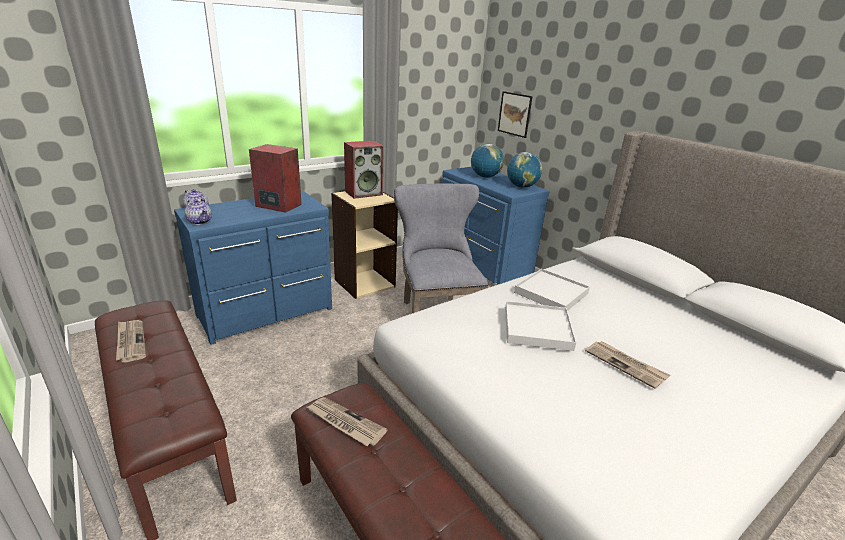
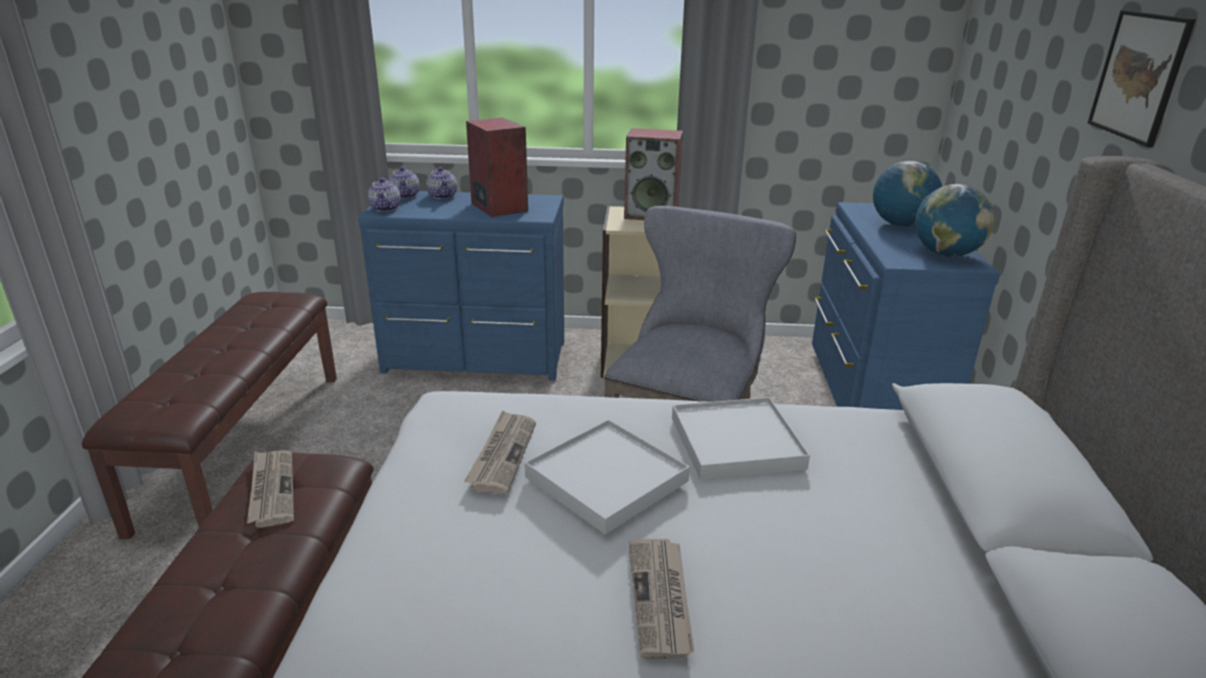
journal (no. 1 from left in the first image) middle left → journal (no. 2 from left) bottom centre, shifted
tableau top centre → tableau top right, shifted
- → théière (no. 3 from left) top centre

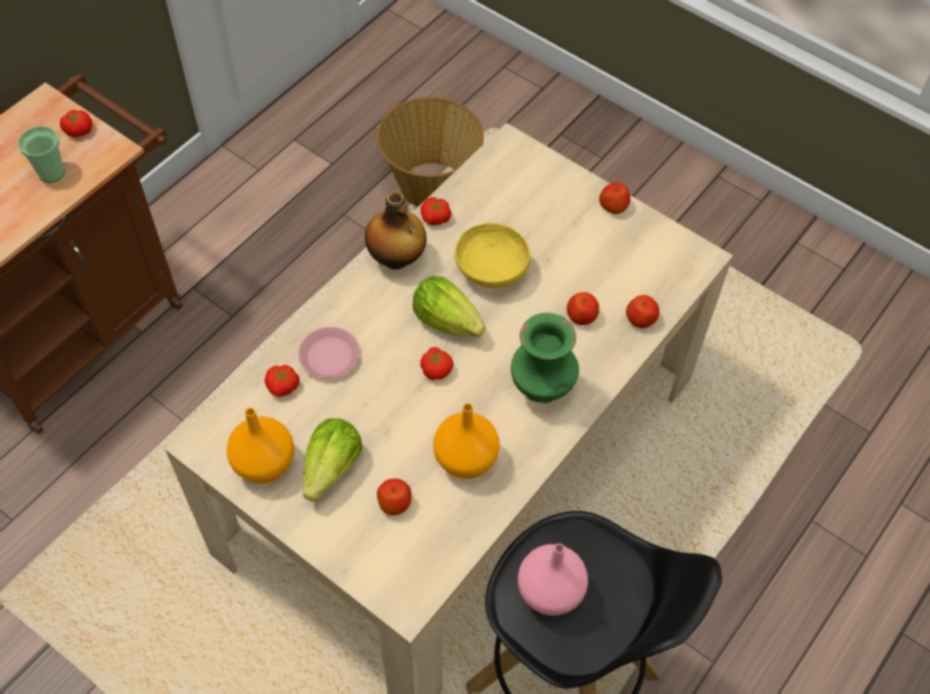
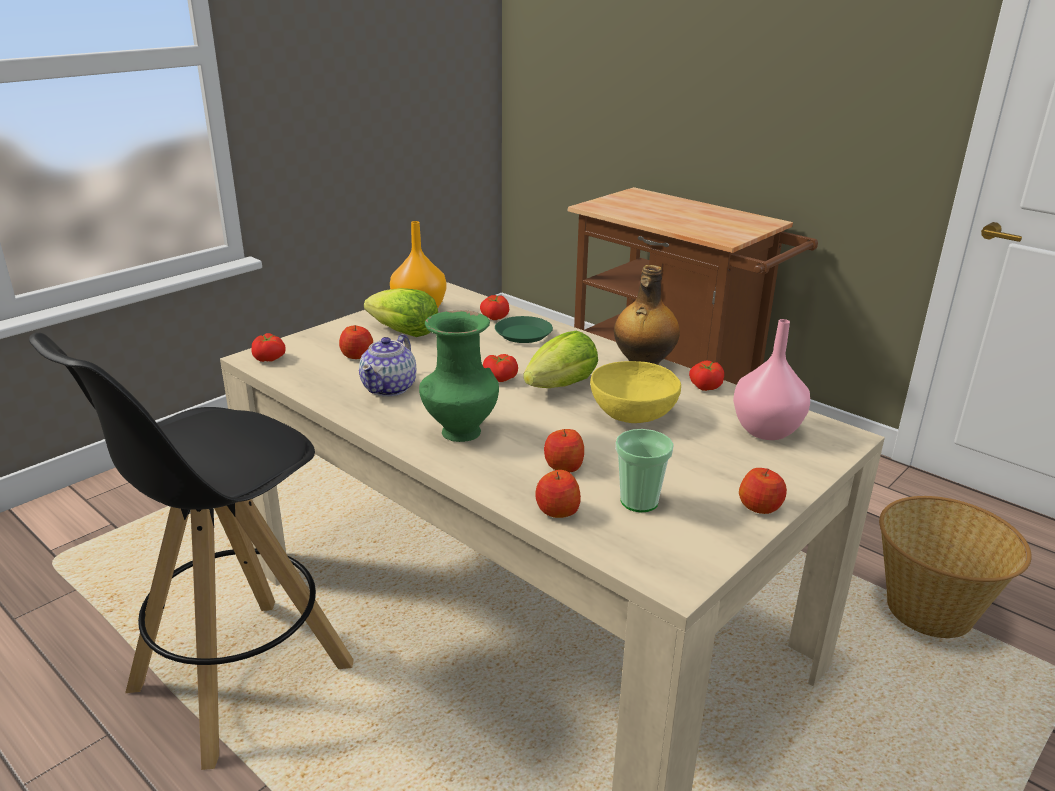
tasse top left → tasse centre, shifted
tomate (no. 1 from left) top left → tomate (no. 1 from left) middle left, shifted
assiette/rose centre → assiette/vert centre
vase/orange (no. 2 from left) centre → théière centre
vase/rose bottom centre → vase/rose middle right, shifted

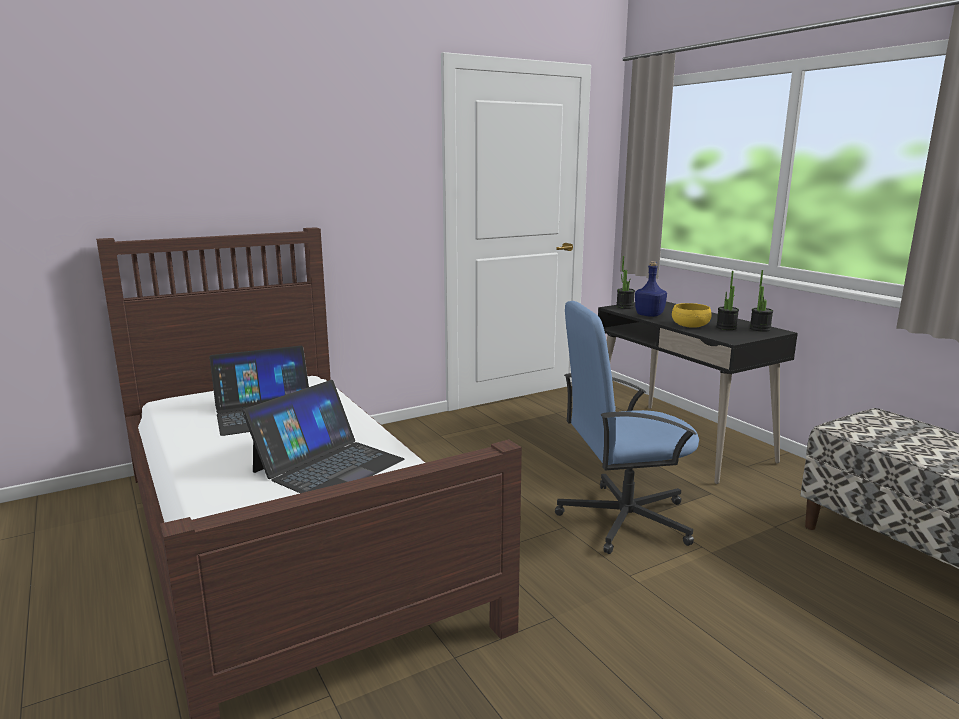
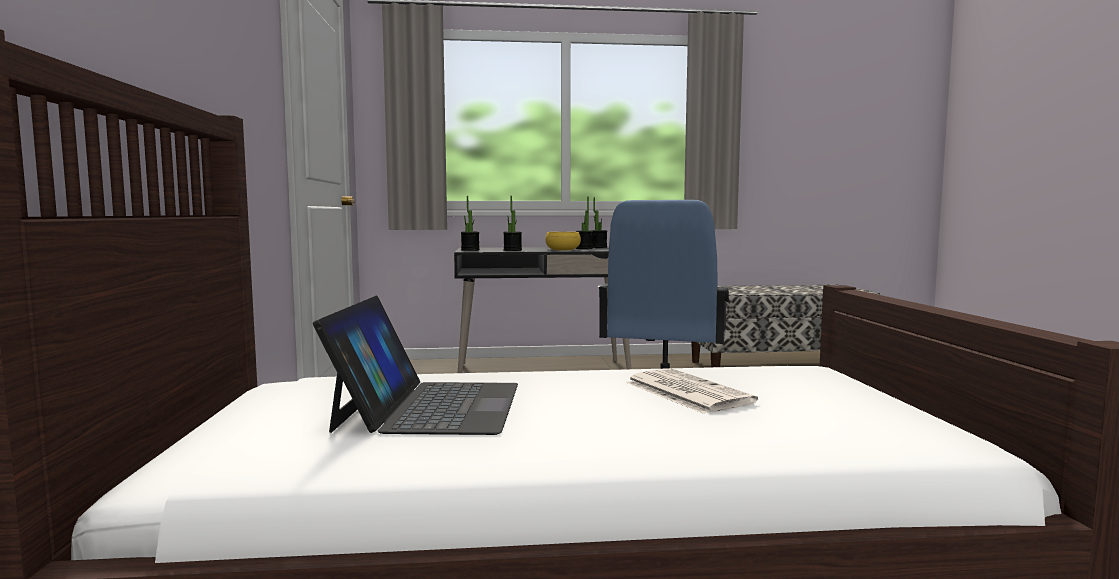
ordinateur portable (no. 2 from left) centre → journal bottom centre
bouteille/bleu middle right → plante en pot (no. 2 from left) centre

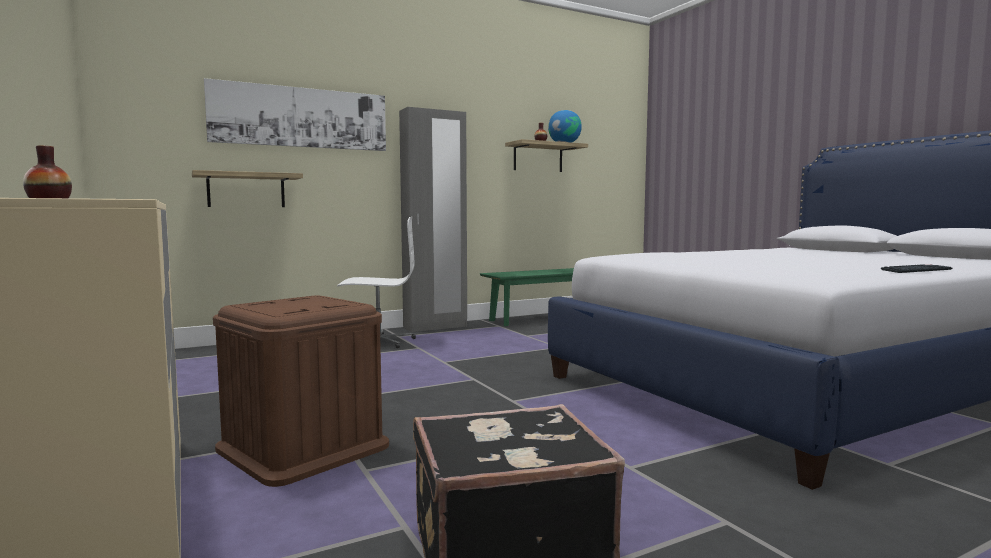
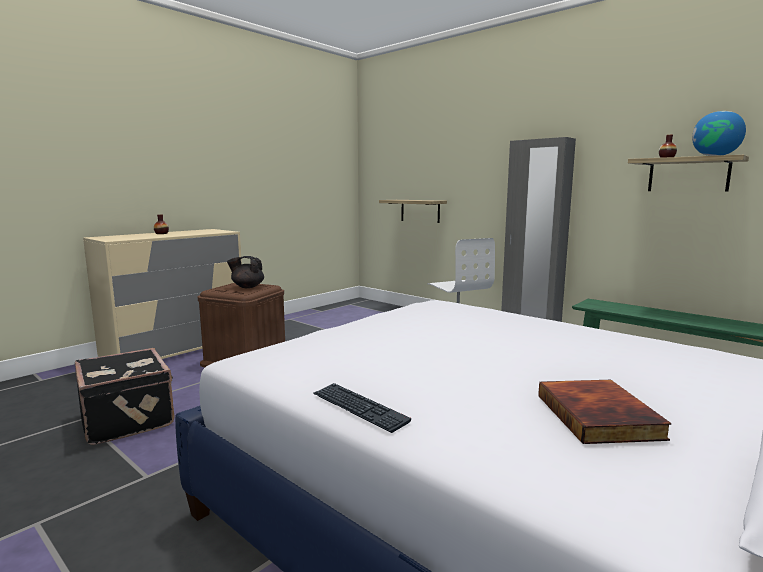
tableau top left → -
- → théière/noir middle left
- → livre bottom right

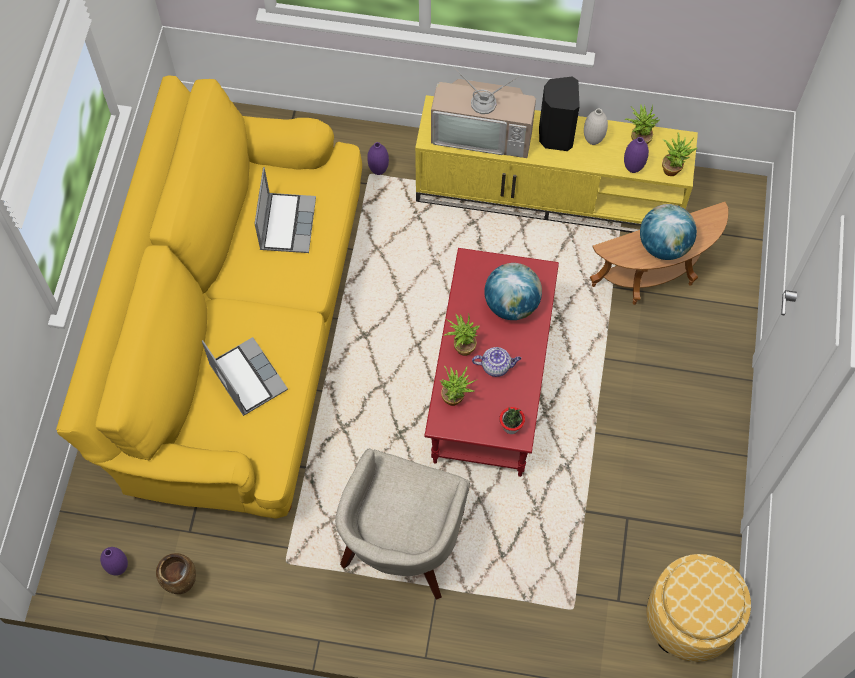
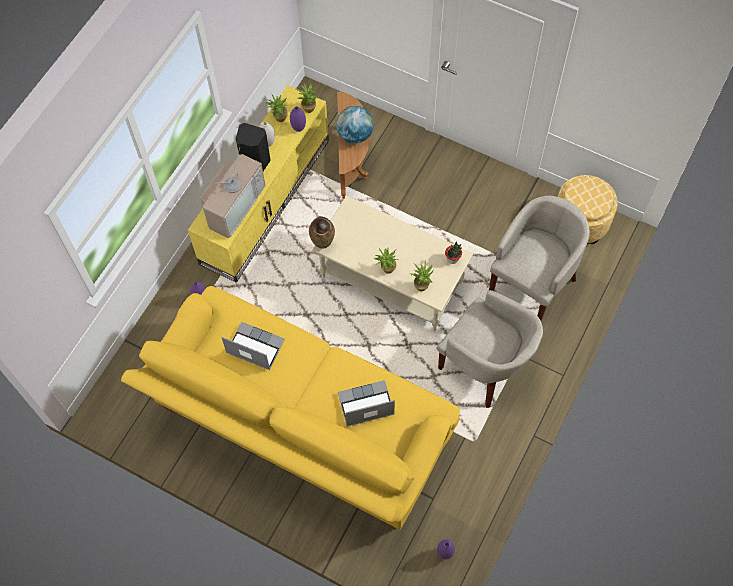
vase/marron bottom left → vase/marron centre, shifted
table basse/rouge centre → table basse/beige centre
théière centre → -
globe (no. 1 from left) centre → -
- → fauteuil/beige (no. 2 from left) middle right

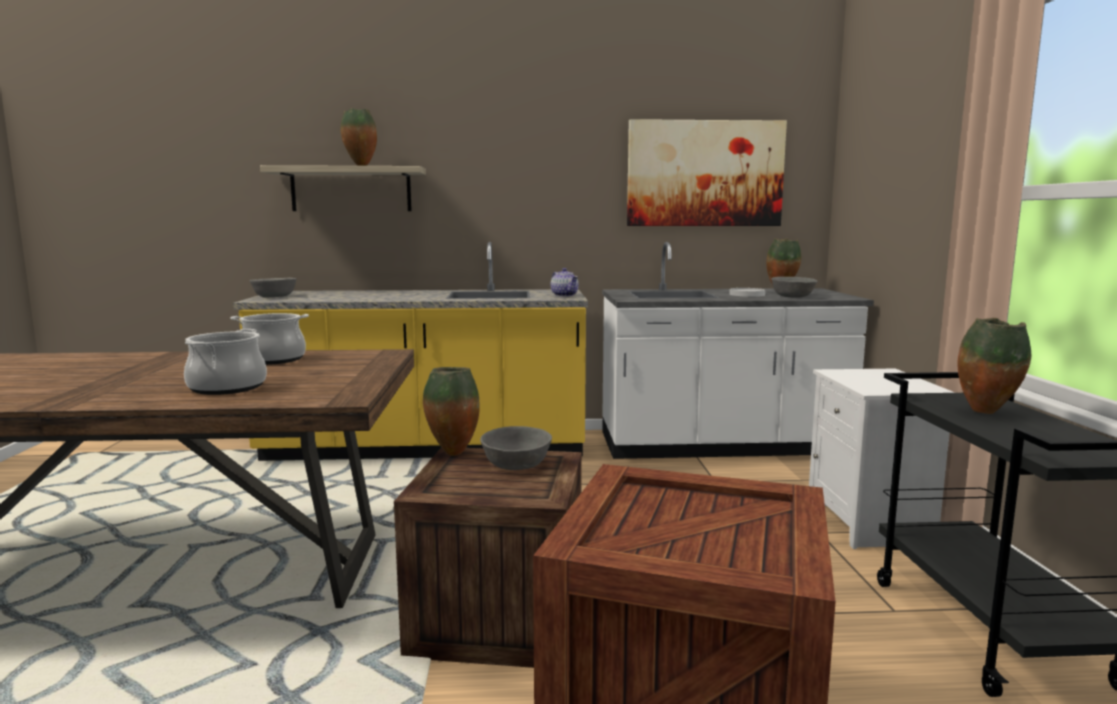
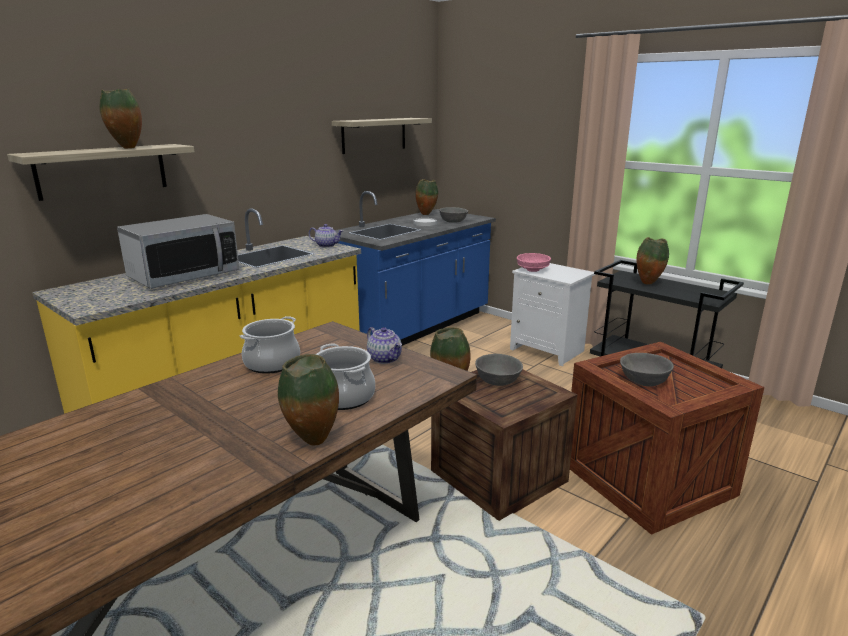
bol/gris (no. 1 from left in the first image) middle left → bol/gris (no. 3 from left) middle right, shifted
comptoir de cuisine/blanc centre → comptoir de cuisine/bleu centre
tableau top centre → étagère (no. 2 from left) top centre
- → micro-ondes middle left
- → vase (no. 2 from left) centre
- → théière (no. 2 from left) centre
- → bol/rose centre

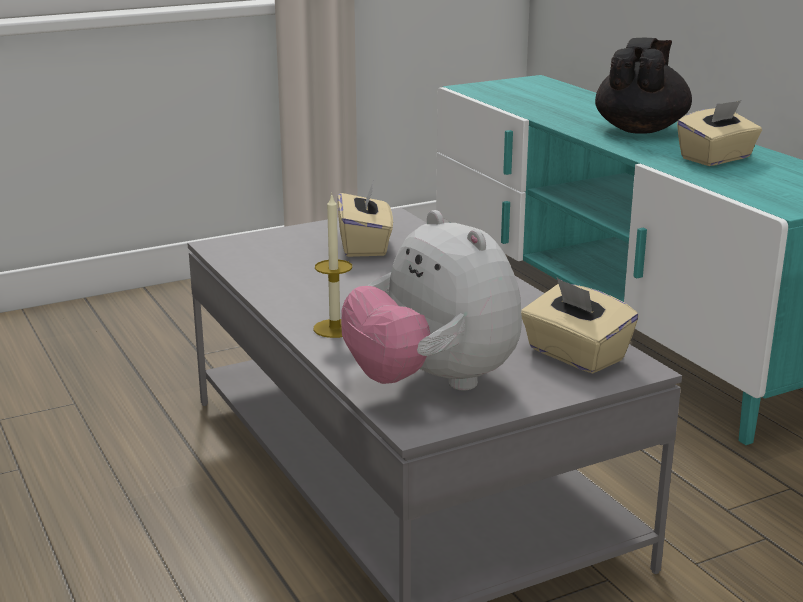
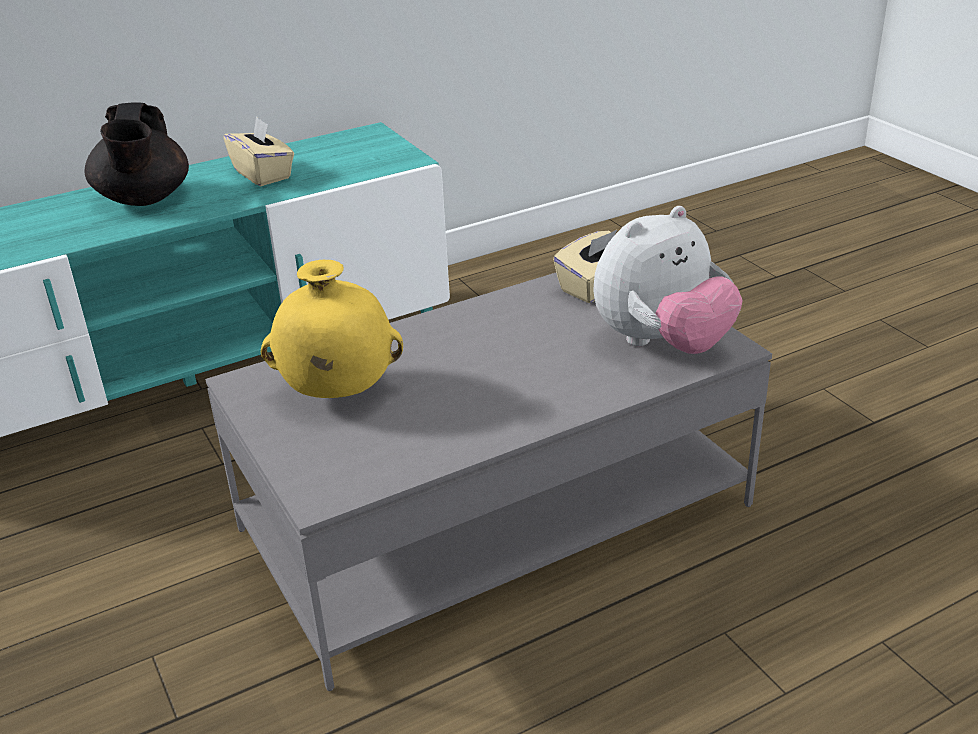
bougie centre → -
boîte à mouchoirs/beige (no. 1 from left) centre → vase/jaune centre
théière/noir top right → théière/noir top left, 120 degrees counterclockwise

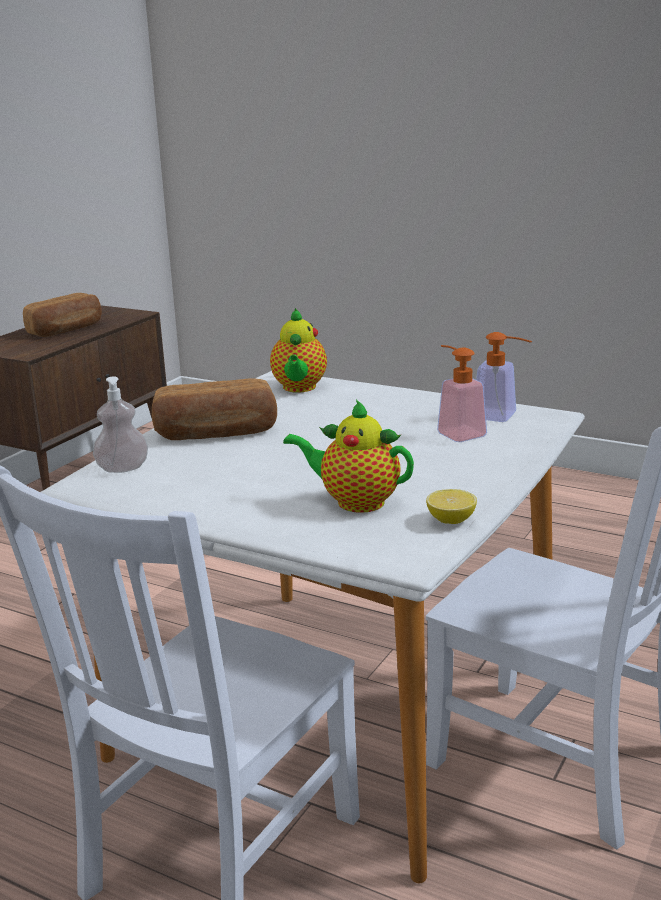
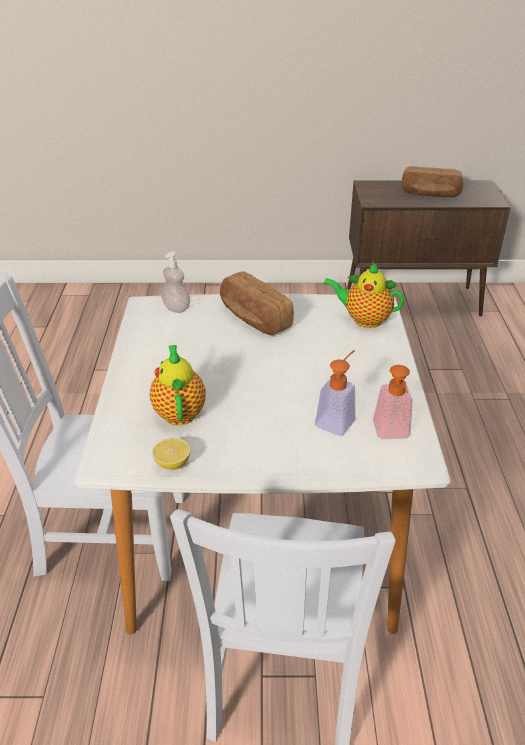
théière (no. 1 from left in the first image) centre → théière (no. 2 from left) middle right, 45 degrees clockwise

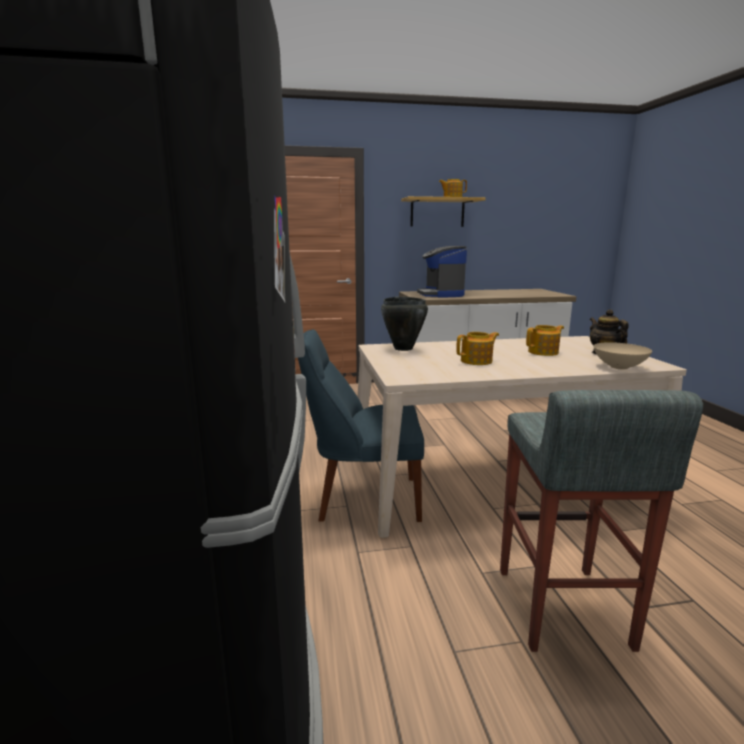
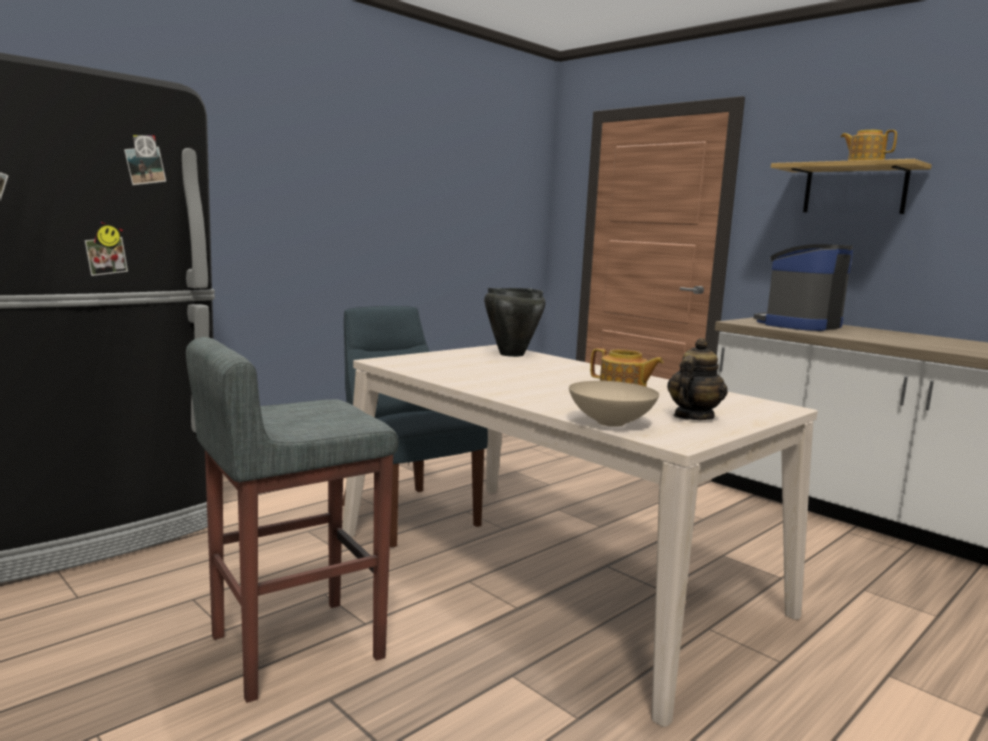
théière (no. 2 from left) centre → -

